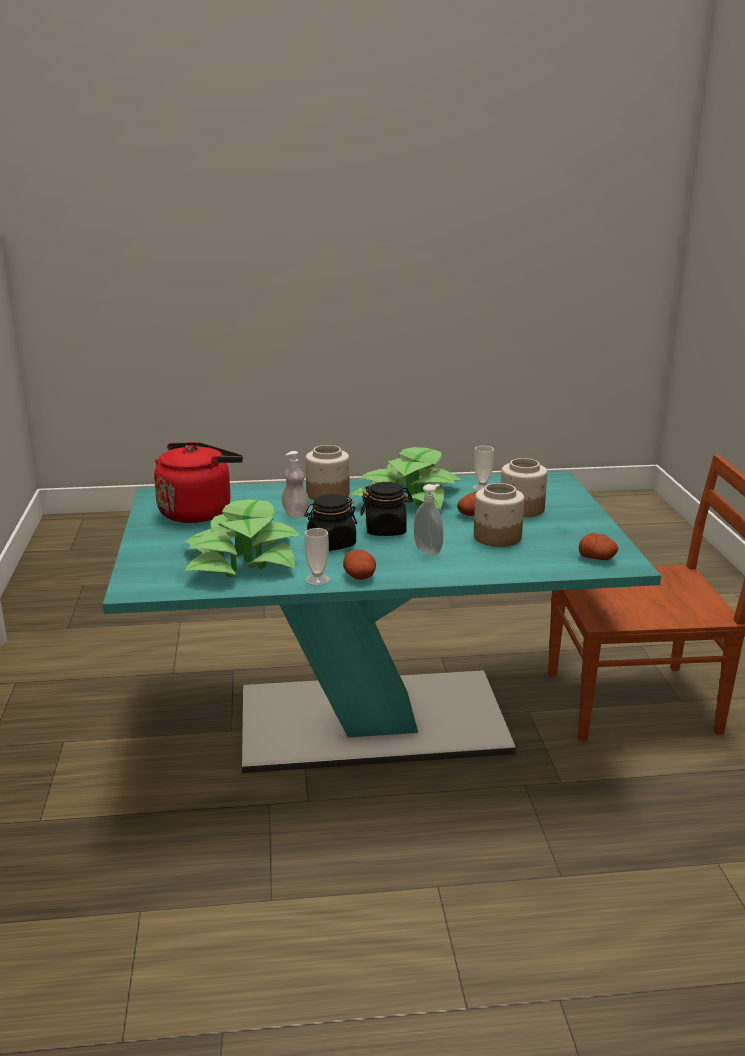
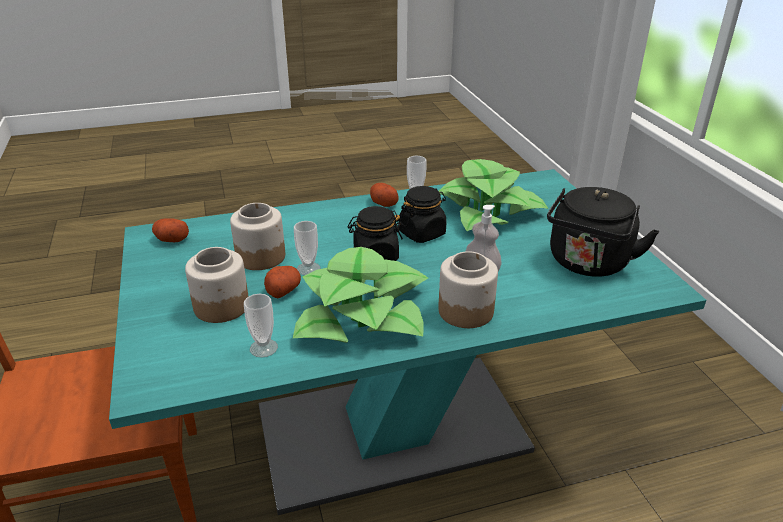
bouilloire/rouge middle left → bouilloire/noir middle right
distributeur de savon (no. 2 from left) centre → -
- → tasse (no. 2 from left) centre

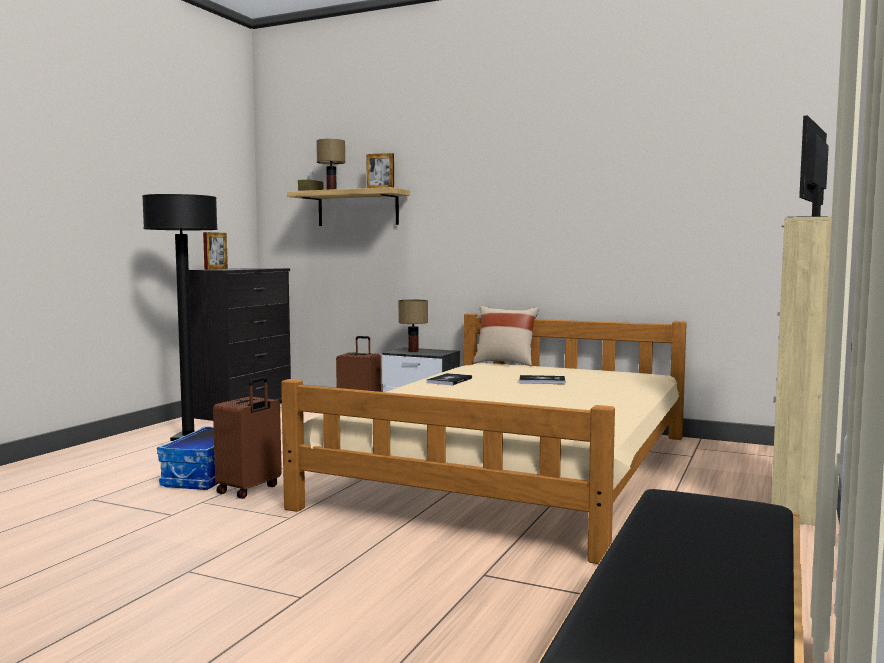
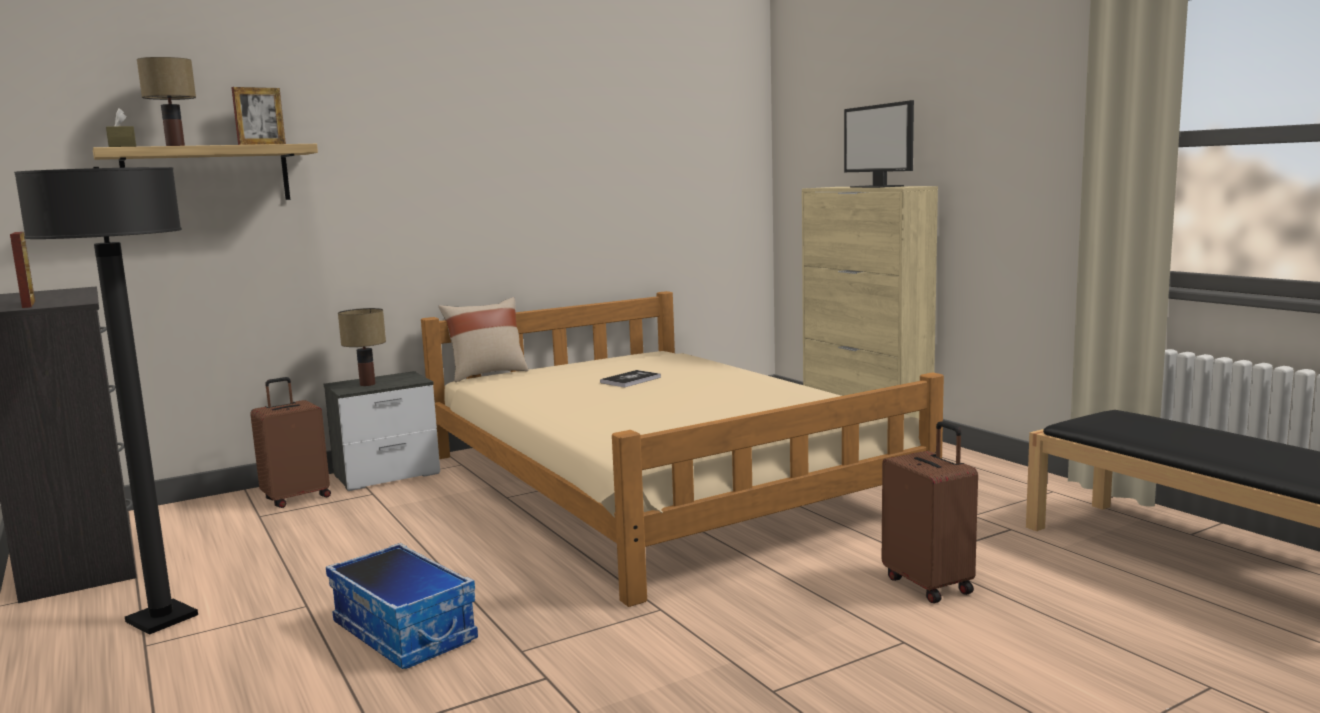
valise/marron (no. 1 from left in the first image) middle left → valise/marron (no. 2 from left) bottom right, shifted
livre (no. 1 from left) centre → -

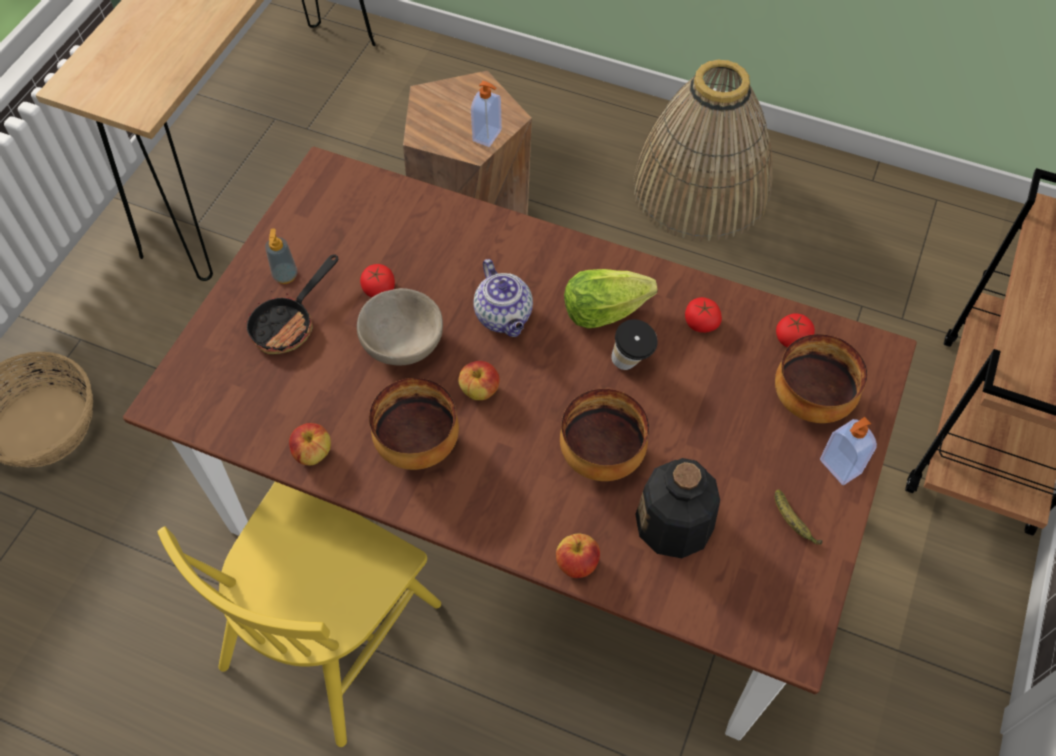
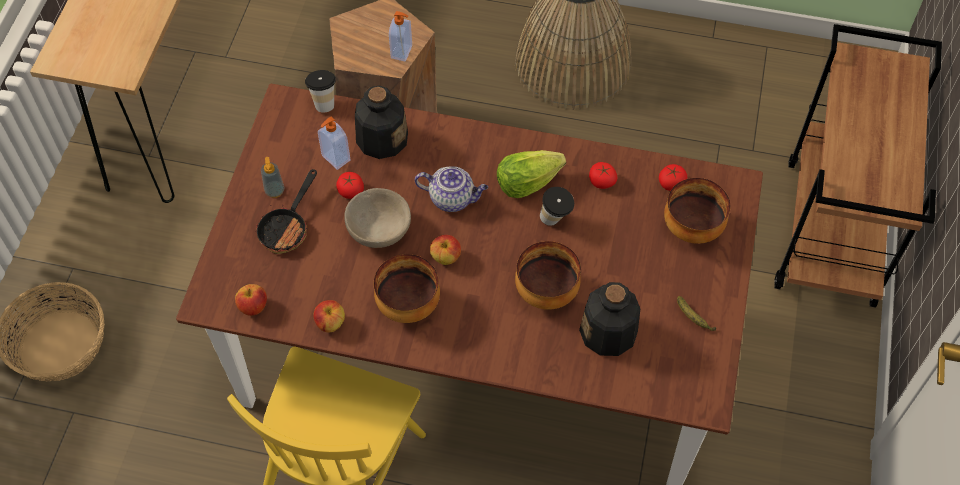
théière centre, 45 degrees counterclockwise
pomme (no. 3 from left in the first image) bottom centre → pomme (no. 1 from left) middle left, shifted
distributeur de savon (no. 3 from left in the first image) middle right → distributeur de savon (no. 2 from left) top centre, shifted
- → tasse (no. 1 from left) top centre
- → bouteille (no. 1 from left) top centre

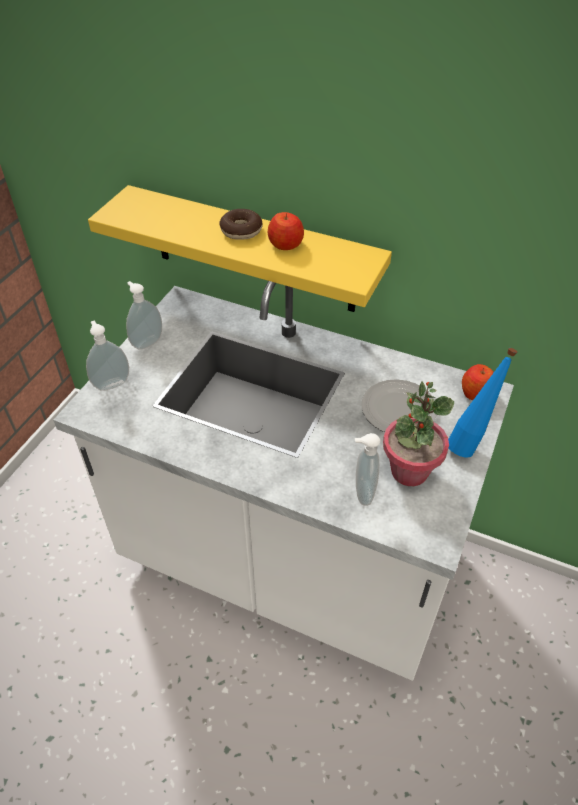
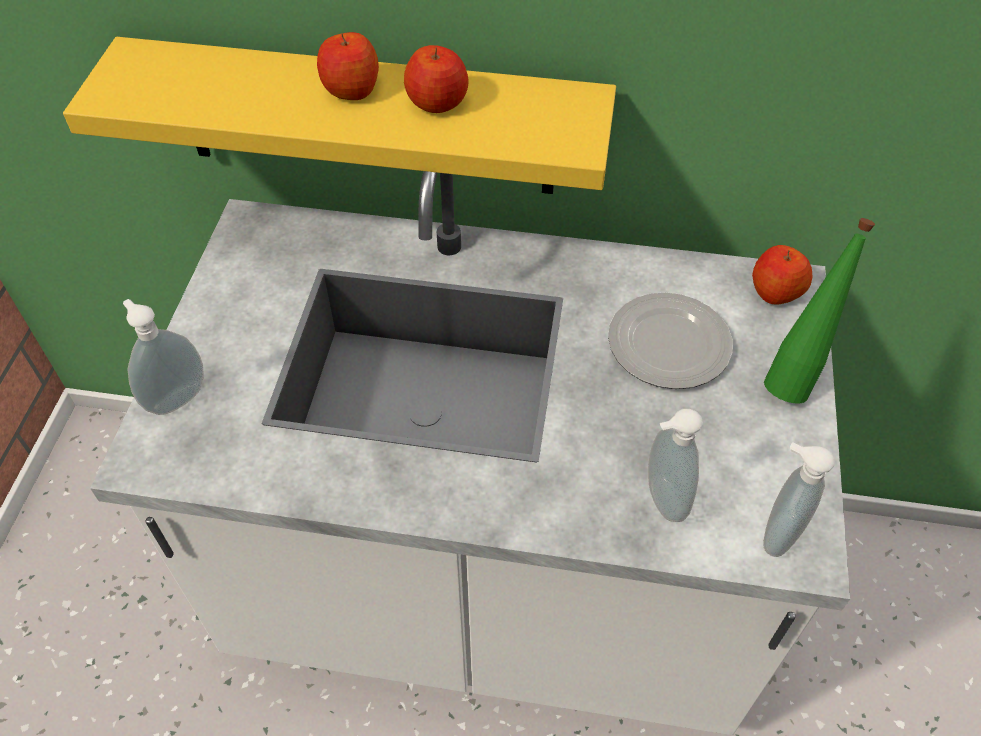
distributeur de savon (no. 2 from left in the first image) middle left → distributeur de savon (no. 3 from left) bottom right, shifted
beignet top centre → pomme (no. 1 from left) top centre
plante en pot middle right → -
bouteille/bleu middle right → bouteille/vert middle right

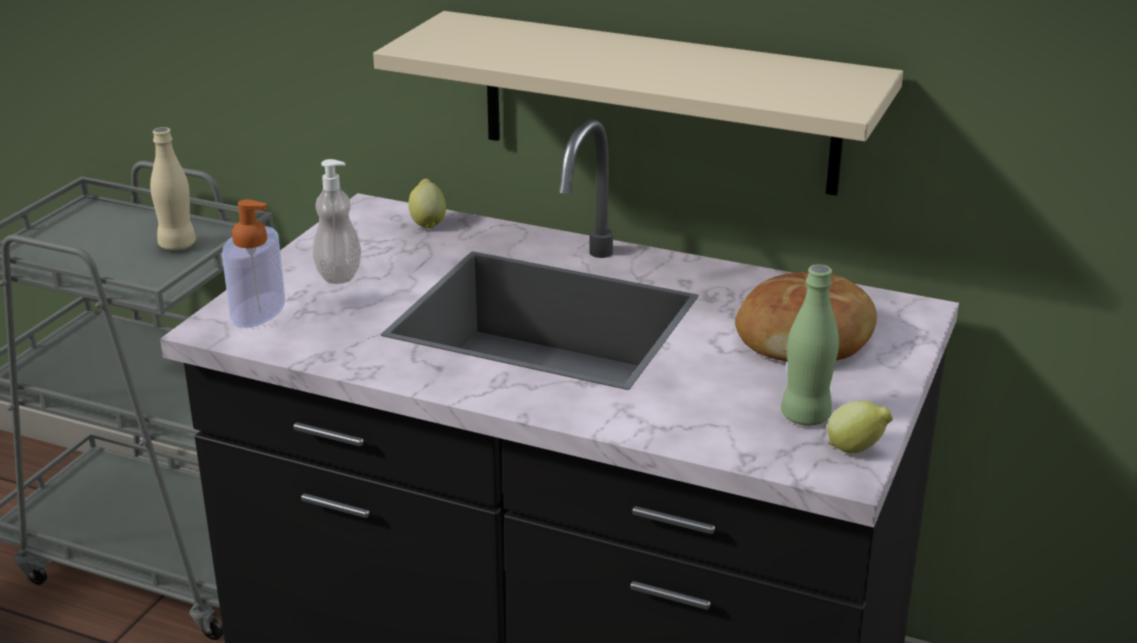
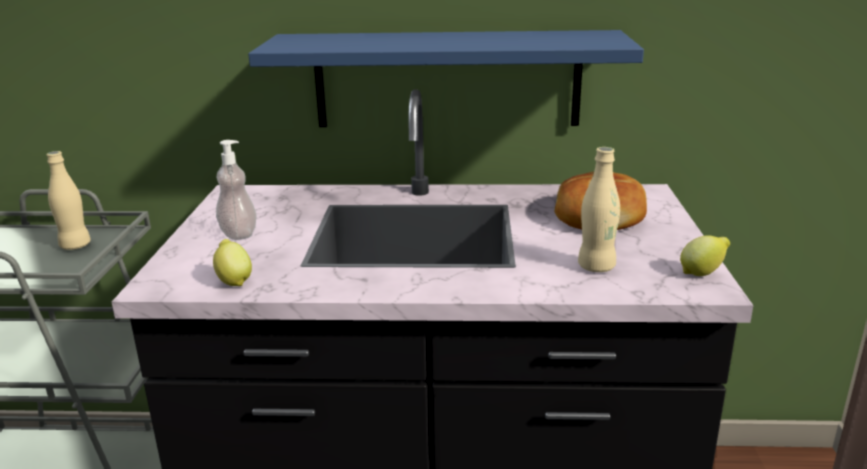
distributeur de savon (no. 1 from left) middle left → -
étagère/beige top centre → étagère/bleu top centre
citron (no. 1 from left) top centre → citron (no. 1 from left) middle left, shifted
bouteille/vert middle right → -
- → bouteille/beige (no. 2 from left) middle right

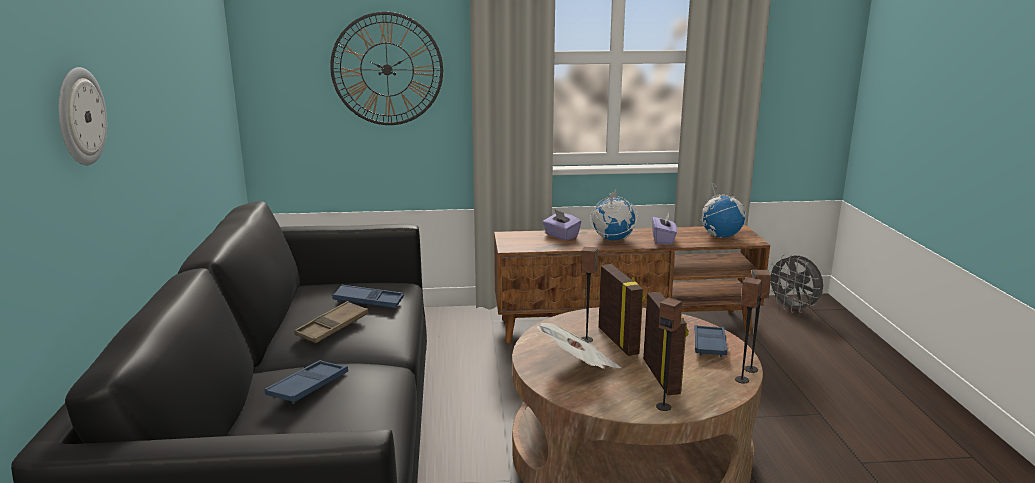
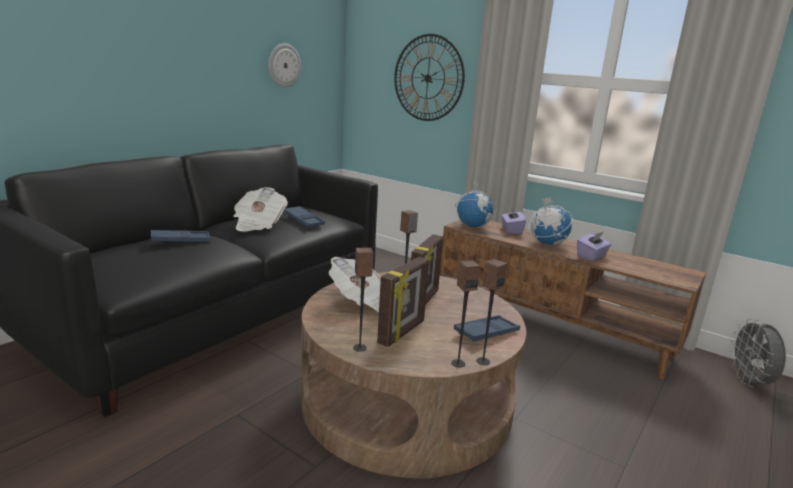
horloge murale (no. 1 from left) top left → horloge murale (no. 1 from left) top centre, shifted
plateau/marron bottom left → journal (no. 1 from left) middle left
globe (no. 2 from left in the first image) middle right → globe (no. 1 from left) centre, shifted

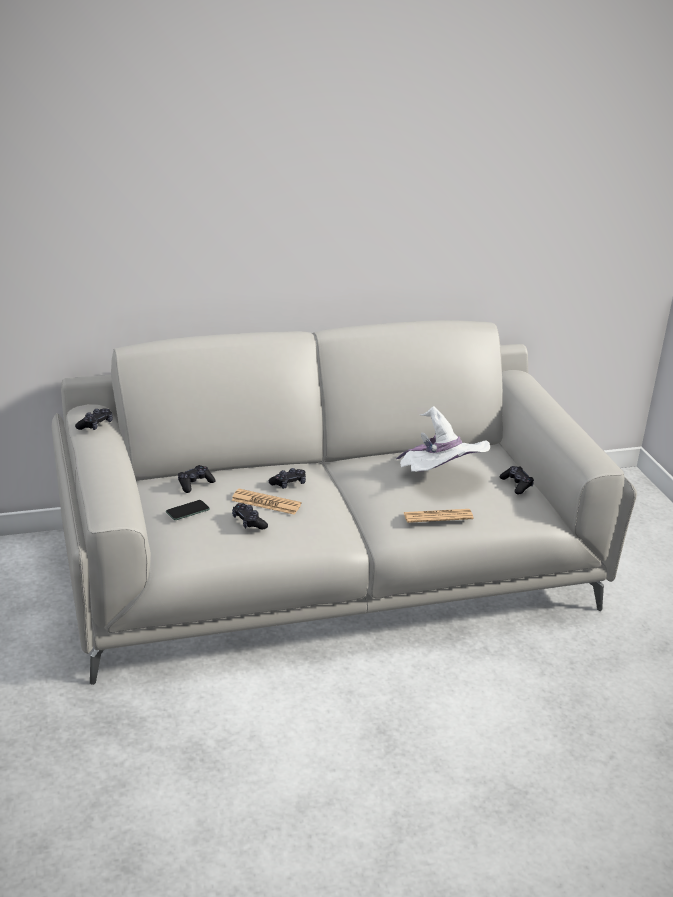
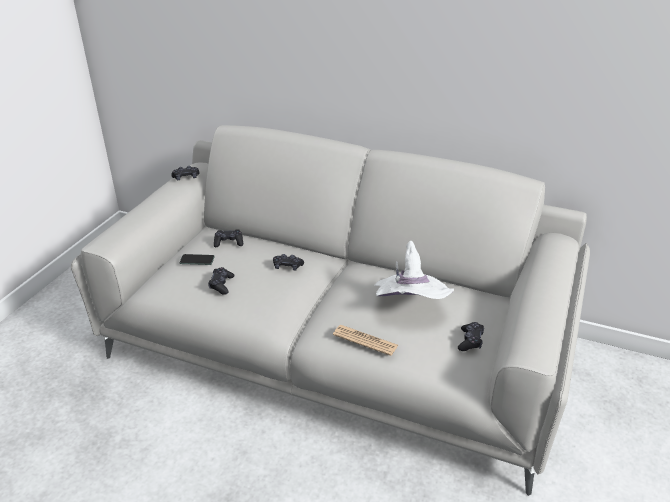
journal (no. 1 from left) centre → -

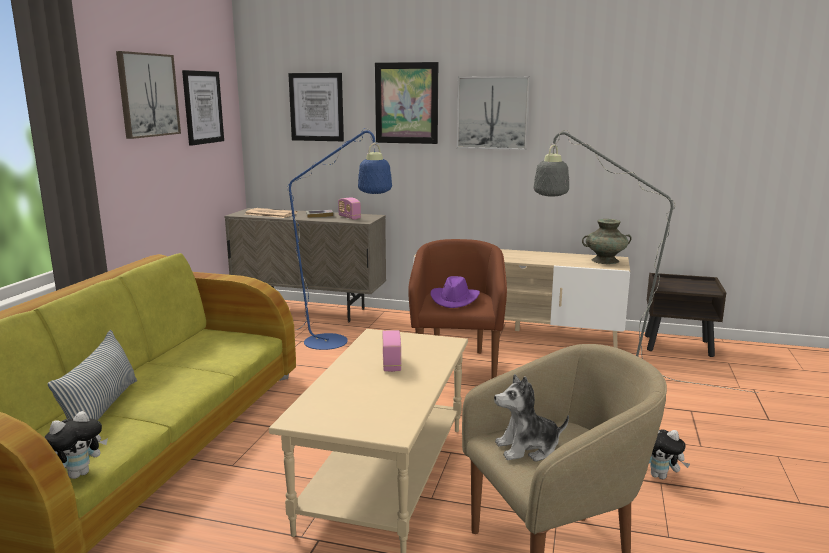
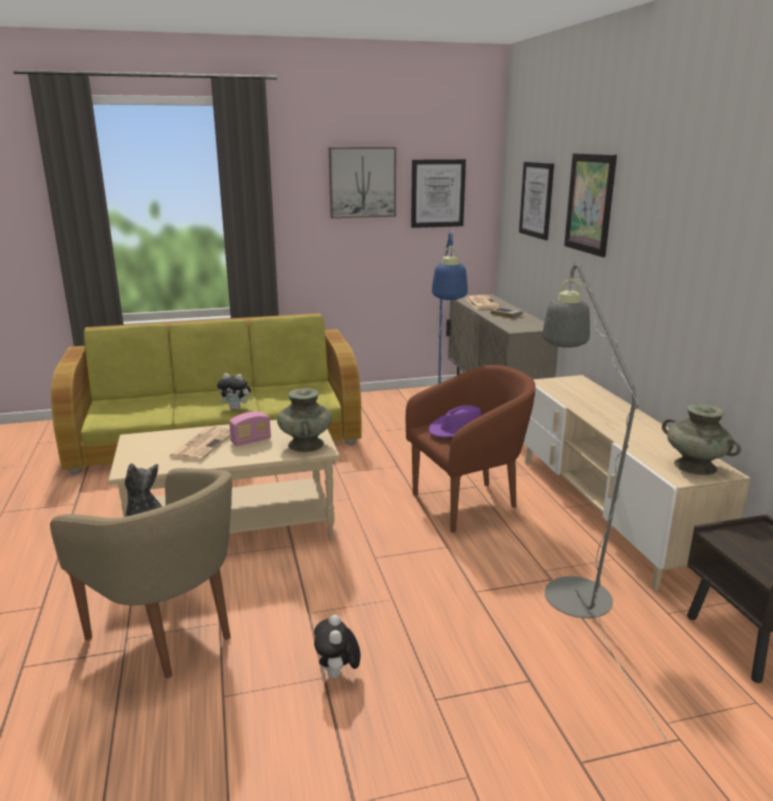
peluche (no. 1 from left in the first image) bottom left → peluche (no. 2 from left) middle left, shifted
coussin bottom left → -
radio (no. 1 from left) centre → -
tableau (no. 5 from left) top centre → -
- → journal (no. 1 from left) middle left
- → vase/turquoise (no. 1 from left) centre

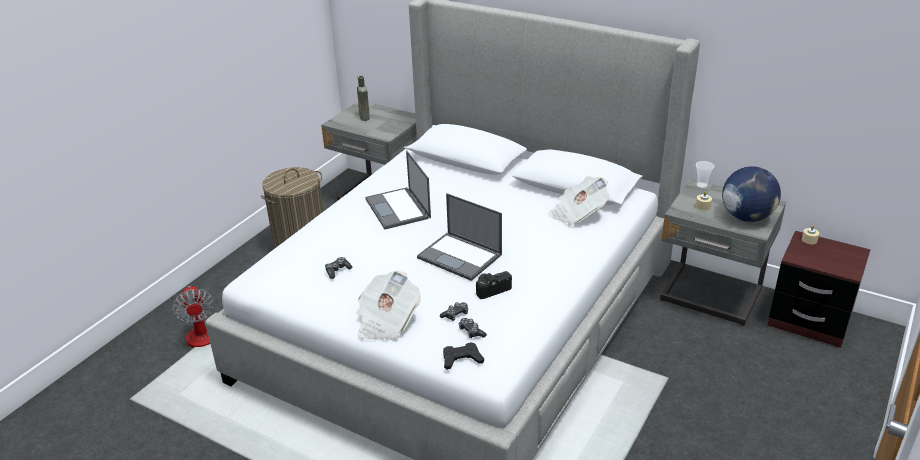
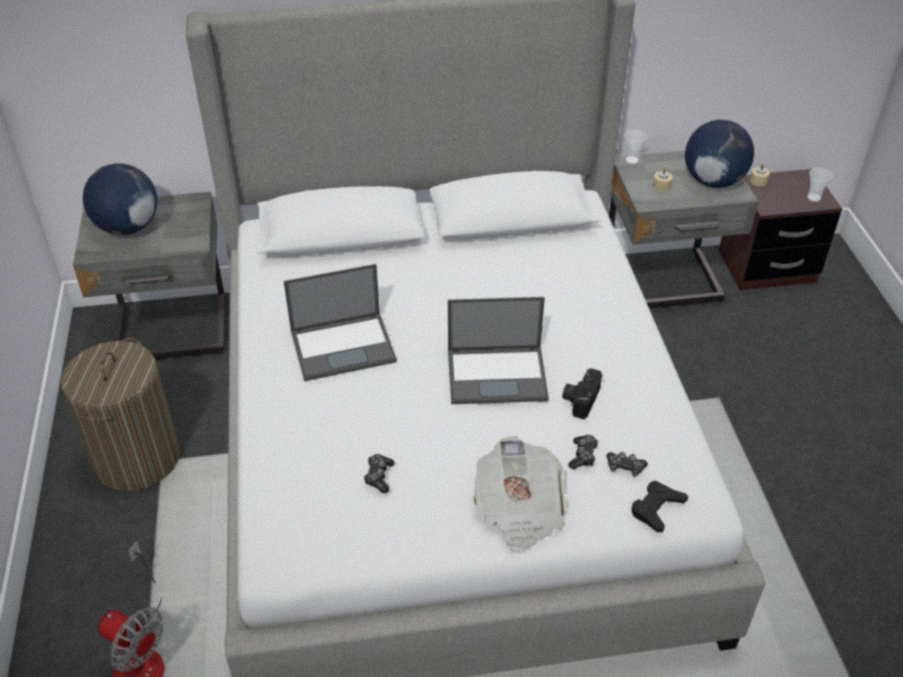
bouteille/marron top centre → globe (no. 1 from left) top left
ordinateur portable (no. 1 from left) centre, 45 degrees counterclockwise
journal (no. 2 from left) centre → -
- → tasse (no. 2 from left) top right

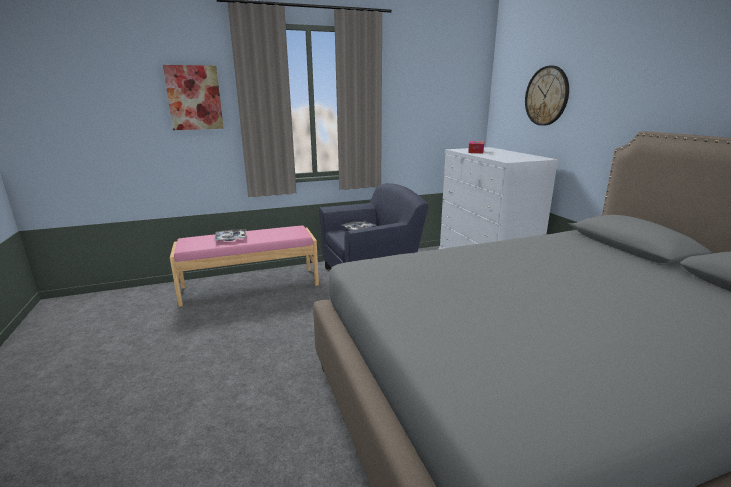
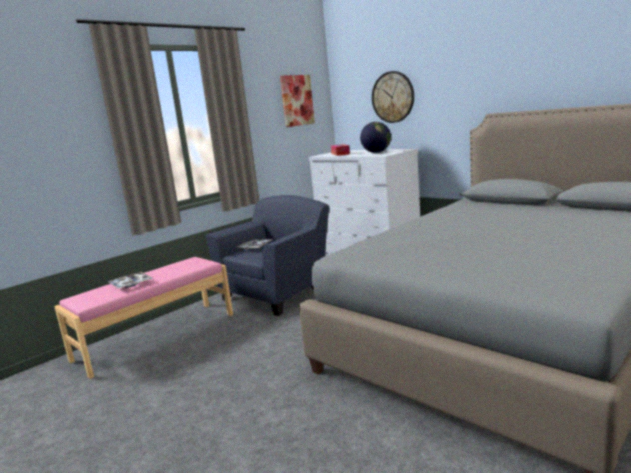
tableau top left → tableau top centre, shifted
- → globe top centre

